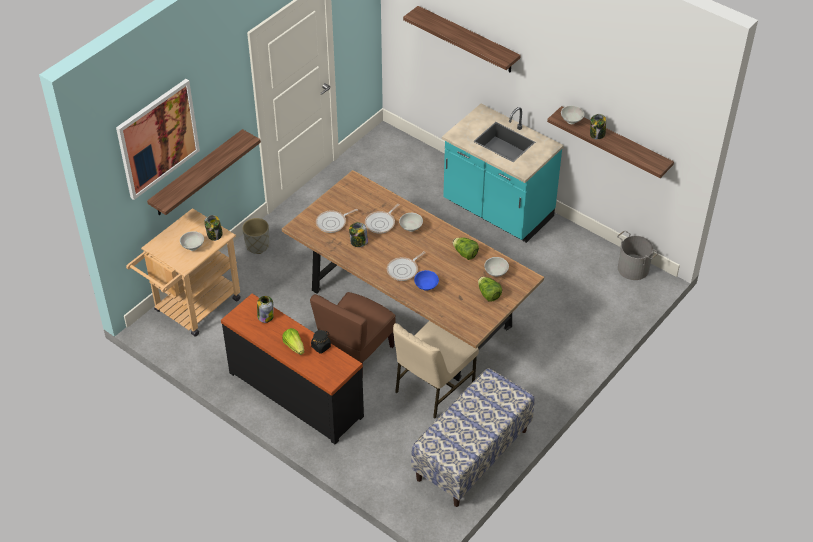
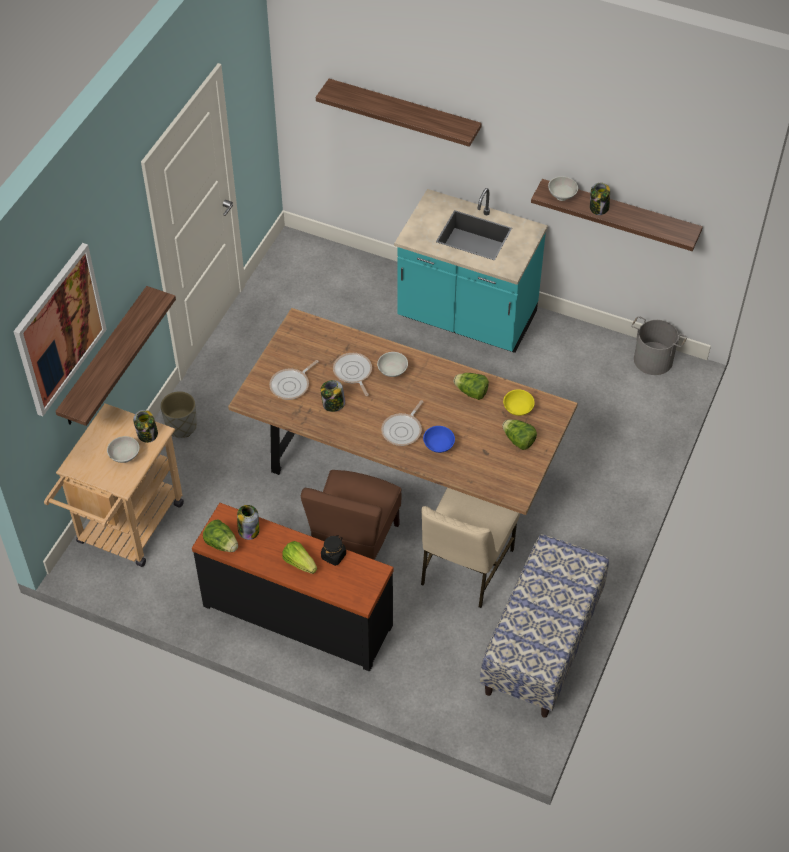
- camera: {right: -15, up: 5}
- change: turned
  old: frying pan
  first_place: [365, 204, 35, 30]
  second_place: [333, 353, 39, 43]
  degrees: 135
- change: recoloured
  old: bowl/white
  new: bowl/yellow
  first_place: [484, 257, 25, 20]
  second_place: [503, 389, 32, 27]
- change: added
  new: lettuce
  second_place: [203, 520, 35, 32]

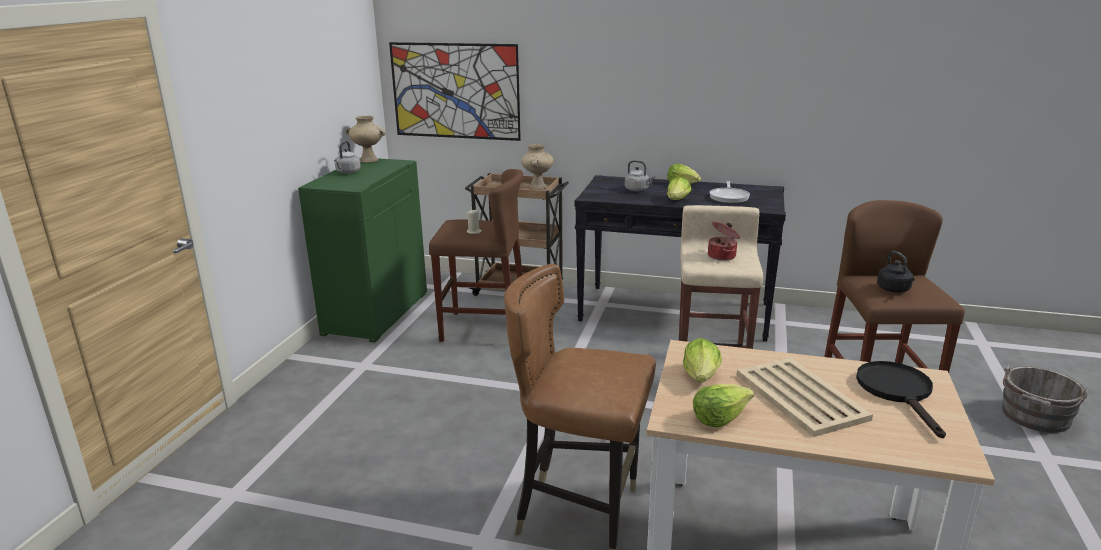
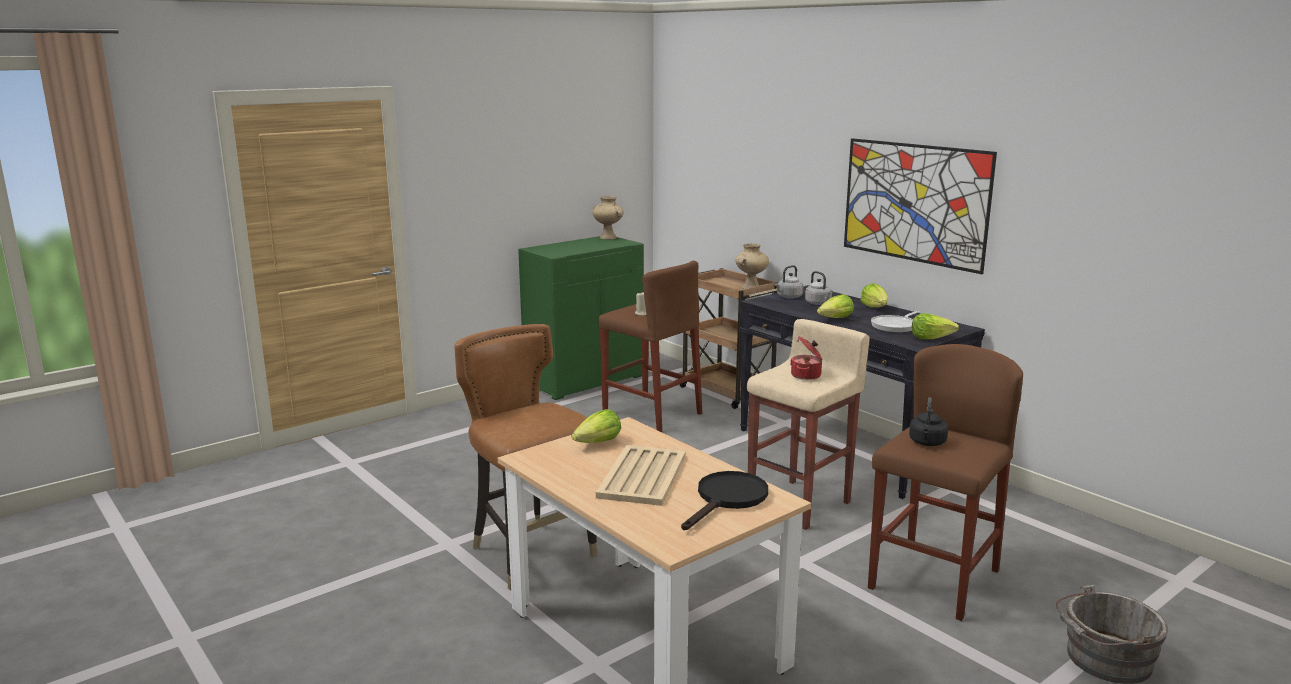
- camera: {right: 35, up: -5}
- change: moved
  old: kettle/grey
  first_place: [334, 141, 27, 33]
  second_place: [775, 265, 28, 34]
- change: moved
  old: picture
  first_place: [389, 42, 132, 99]
  second_place: [844, 138, 153, 136]
- change: moved
  old: lettuce
  first_place: [693, 384, 61, 44]
  second_place: [912, 313, 47, 26]

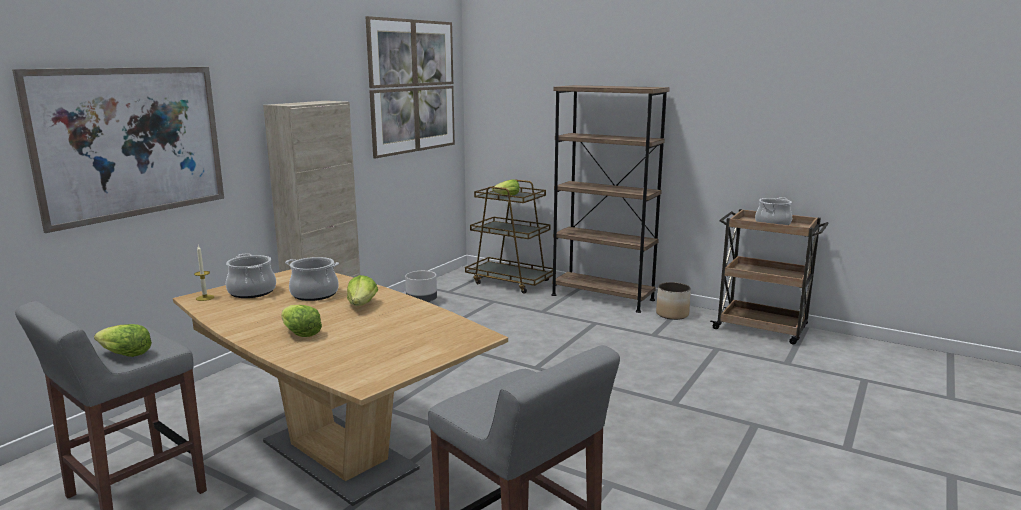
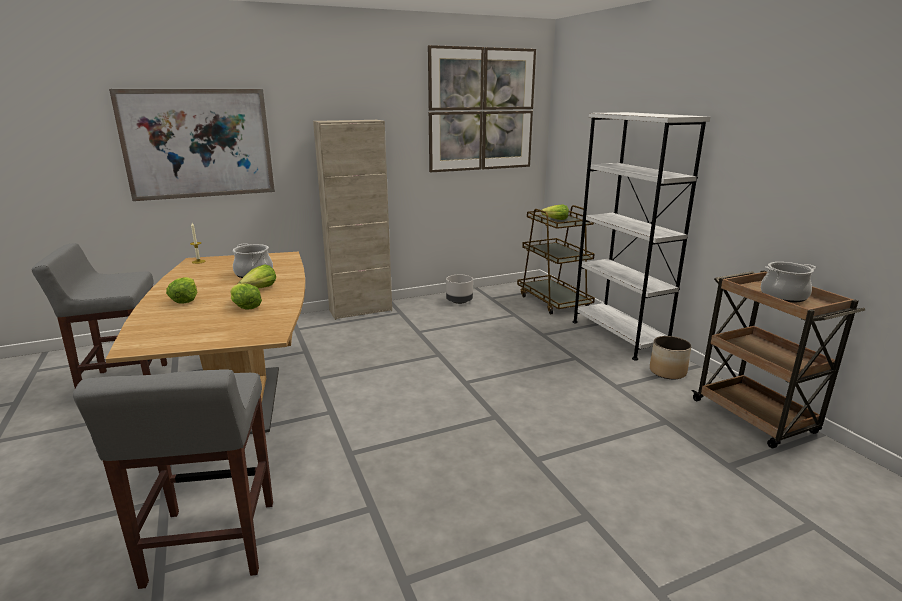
- camera: {right: 35, up: 5}
- change: moved
  old: lettuce
  first_place: [94, 324, 58, 33]
  second_place: [230, 283, 32, 27]
- change: removed
  old: cooking pot
  first_place: [226, 253, 50, 45]
- change: recoloured
  old: bookcase/brown
  new: bookcase/white
  first_place: [551, 85, 119, 228]
  second_place: [573, 112, 137, 249]

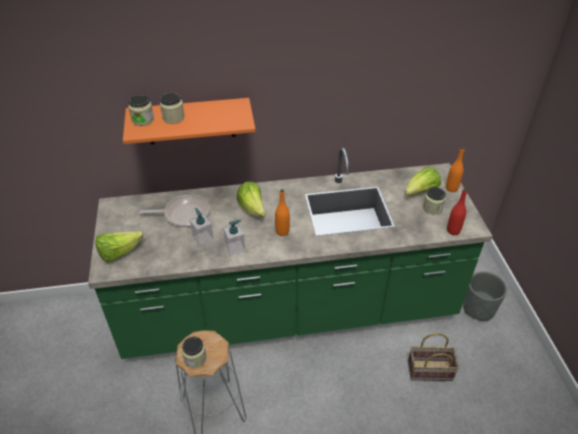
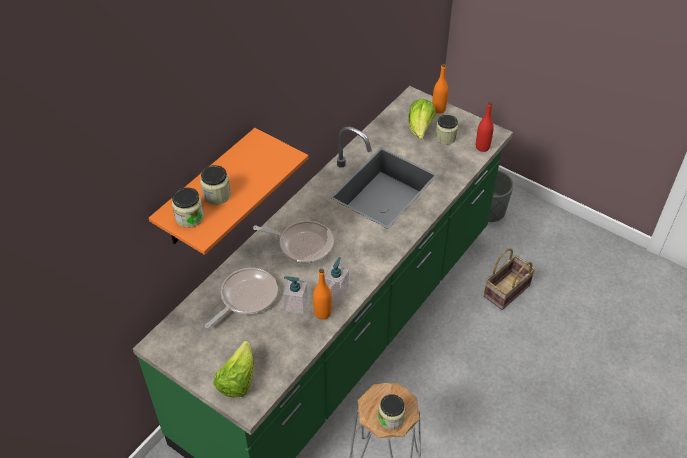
- camera: {right: -45, up: 5}
- change: replaced
  old: lettuce
  new: frying pan
  first_place: [237, 181, 29, 36]
  second_place: [253, 221, 81, 43]
- change: moved
  old: bottle/orange
  first_place: [275, 189, 15, 47]
  second_place: [313, 269, 19, 51]

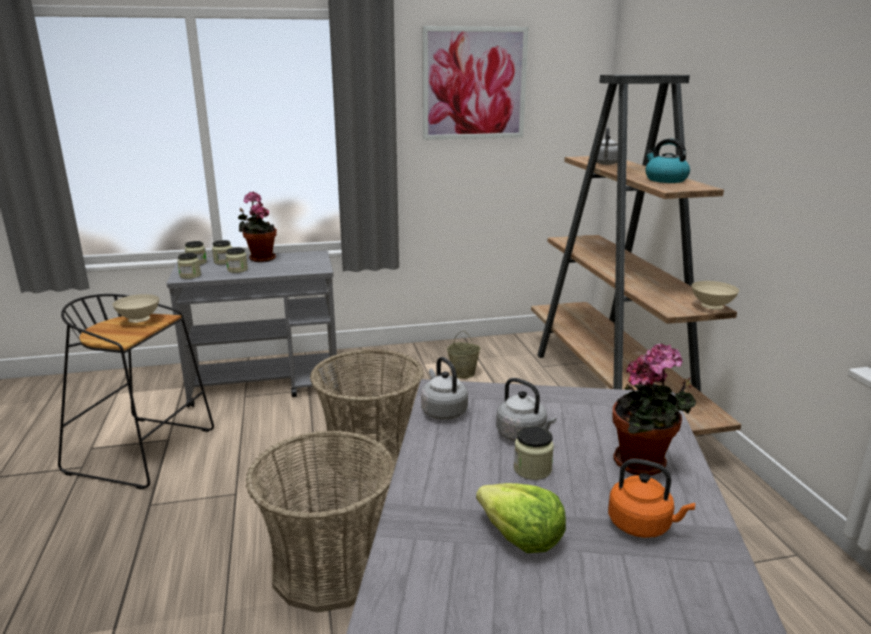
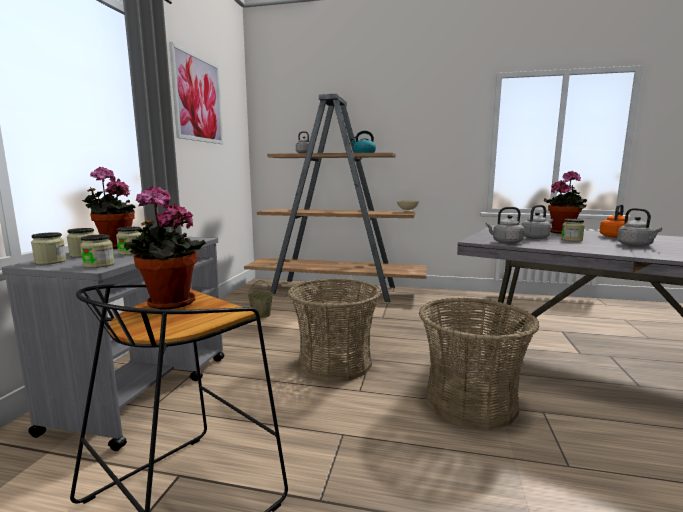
- camera: {right: -65, up: -10}
- change: replaced
  old: bowl/beige
  new: potted plant
  first_place: [112, 294, 47, 29]
  second_place: [124, 186, 82, 124]
- change: replaced
  old: lettuce
  new: kettle/grey
  first_place: [476, 483, 90, 70]
  second_place: [617, 208, 45, 39]

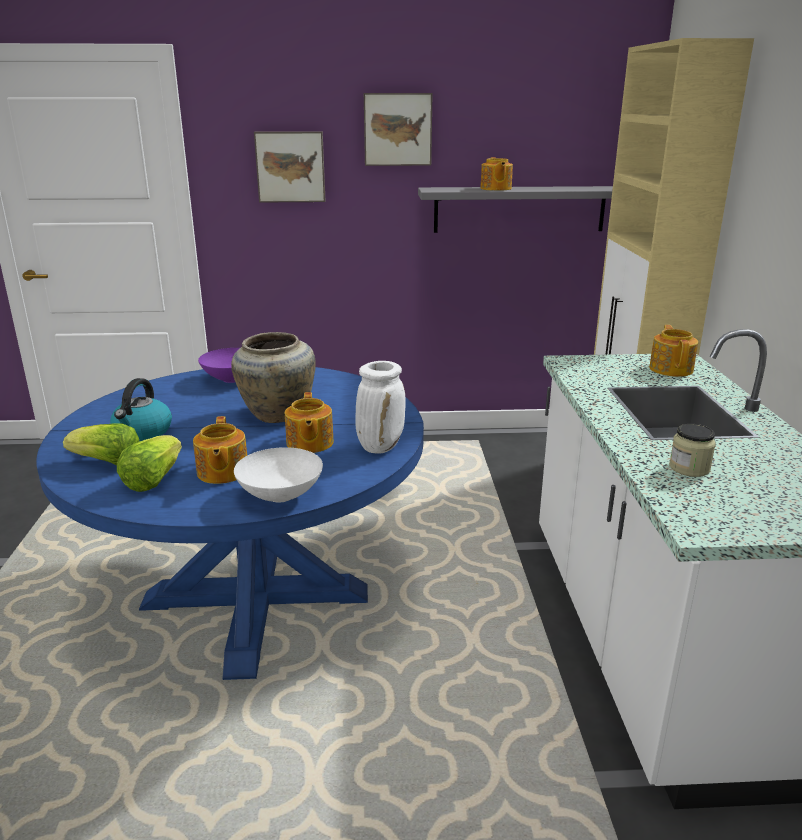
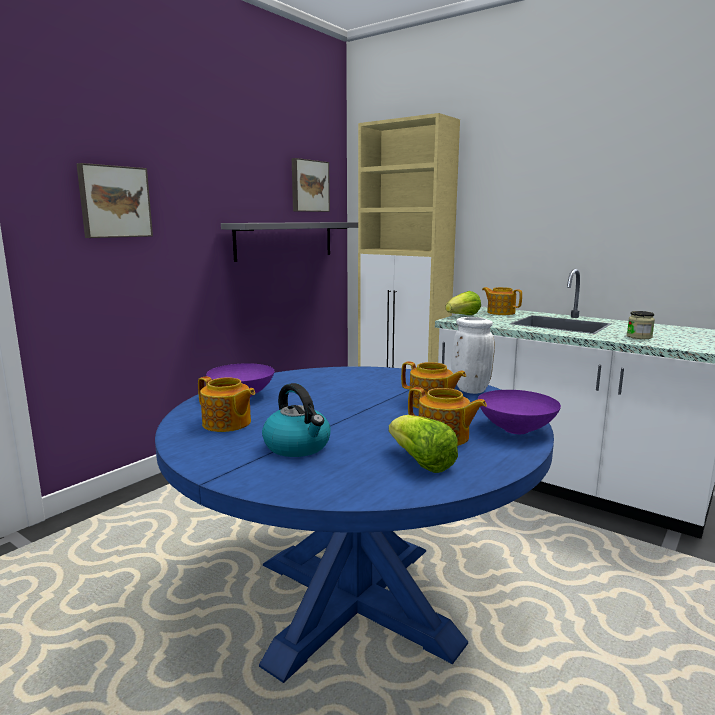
- camera: {right: -50, up: -10}
- change: moved
  old: lettuce
  first_place: [63, 423, 77, 42]
  second_place: [445, 291, 36, 24]
- change: removed
  old: vase/beige
  first_place: [231, 332, 85, 91]
- change: recoloured
  old: bowl/white
  new: bowl/purple
  first_place: [234, 447, 89, 56]
  second_place: [478, 390, 83, 44]
- change: moved
  old: picture
  first_place: [364, 93, 69, 73]
  second_place: [292, 158, 38, 54]
- change: moved
  old: teapot
  first_place: [480, 157, 33, 34]
  second_place: [198, 376, 57, 56]

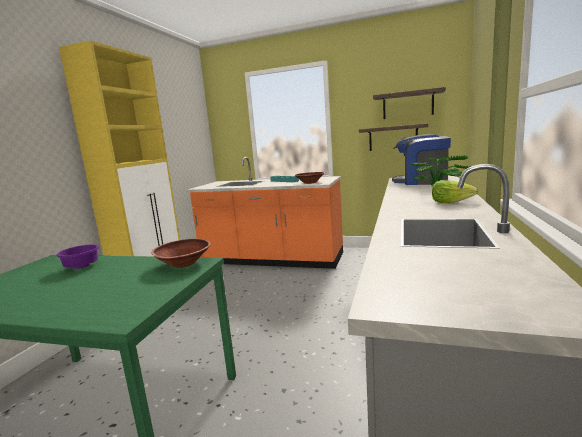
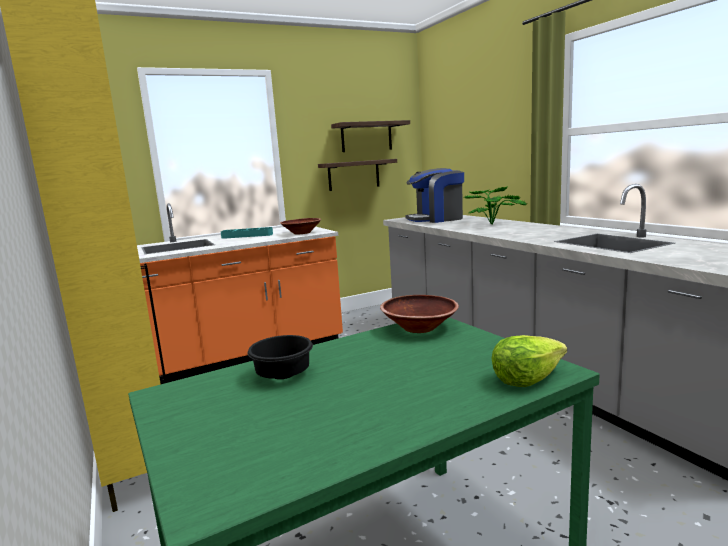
- camera: {right: -45, up: 0}
- change: recoloured
  old: bowl/purple
  new: bowl/black
  first_place: [56, 244, 43, 25]
  second_place: [247, 335, 66, 44]
- change: moved
  old: lettuce
  first_place: [432, 180, 46, 23]
  second_place: [491, 335, 76, 52]

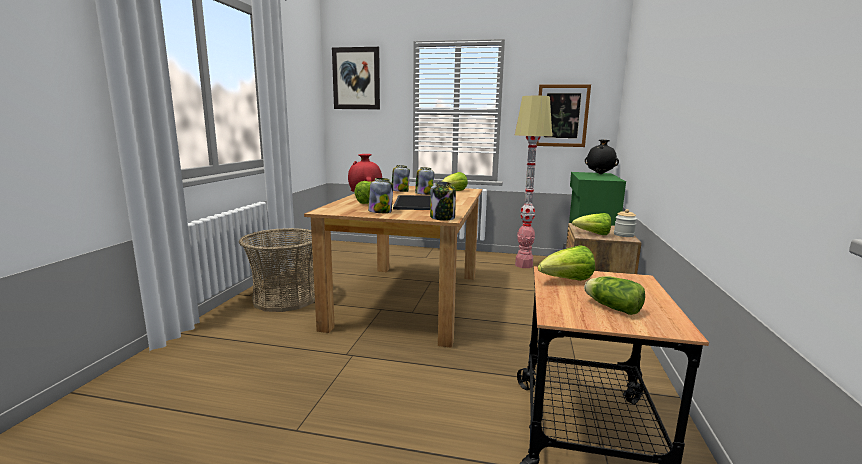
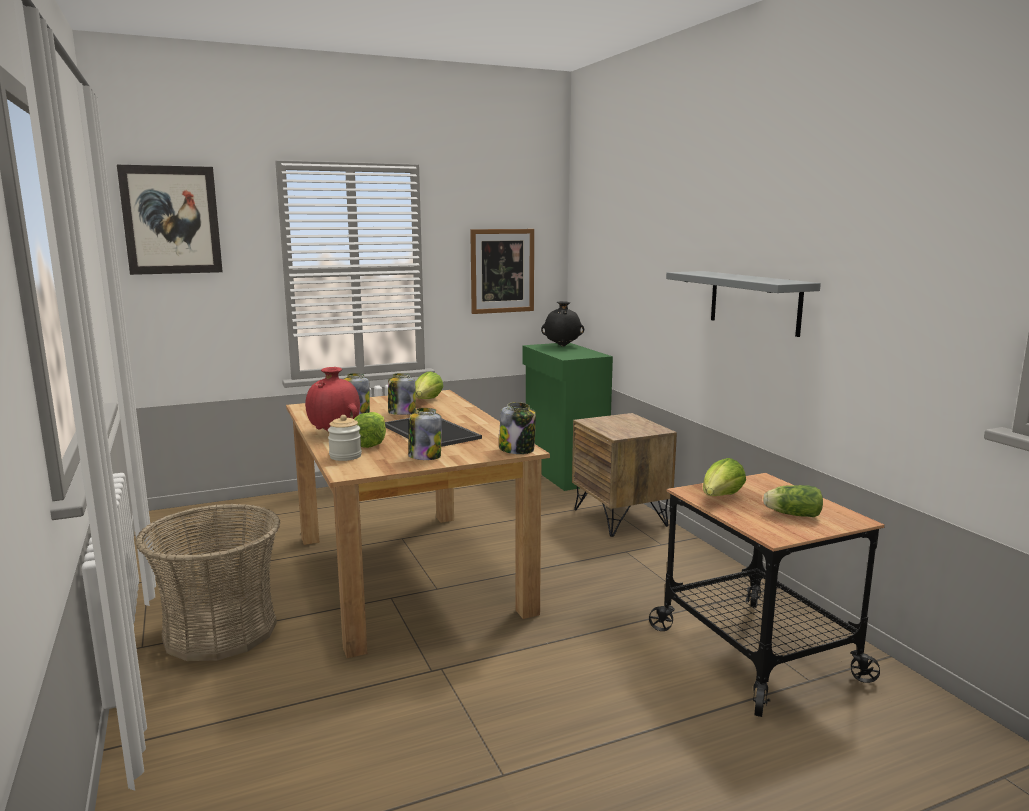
- camera: {right: -35, up: 0}
- change: removed
  old: floor lamp
  first_place: [515, 96, 37, 172]
- change: removed
  old: lettuce
  first_place: [572, 213, 39, 22]
- change: moved
  old: jar
  first_place: [614, 209, 23, 28]
  second_place: [328, 415, 34, 46]
- change: added
  new: shelf/grey
  second_place: [666, 271, 155, 66]

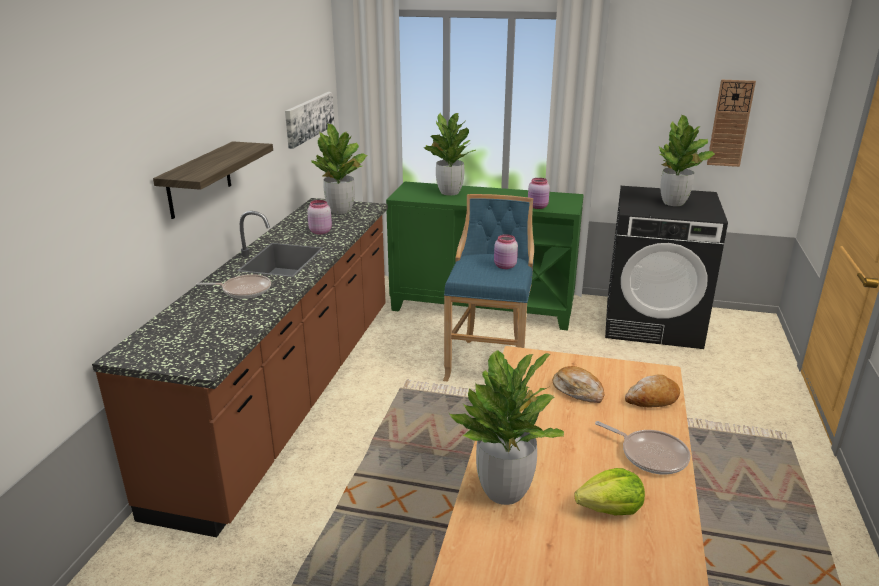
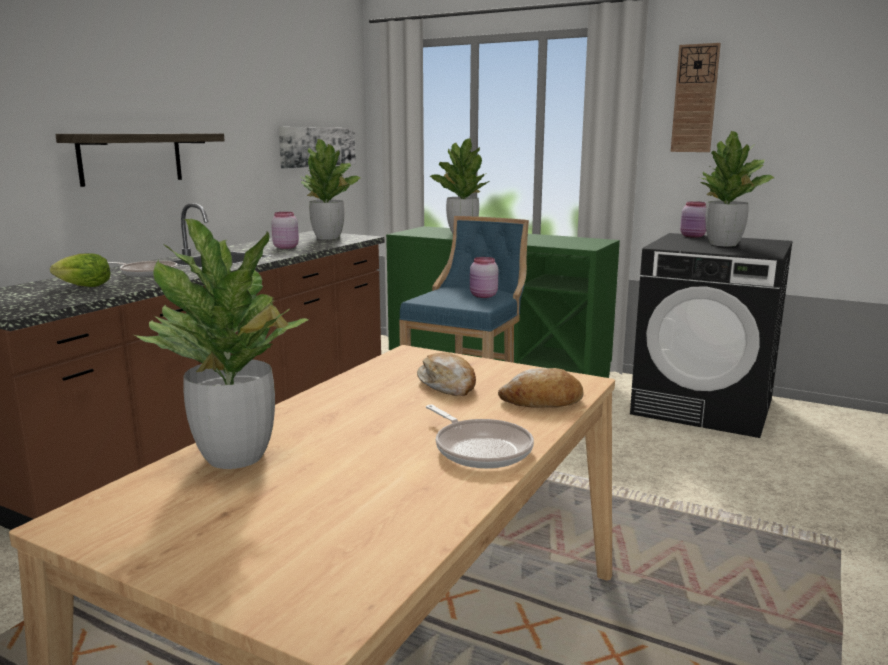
- camera: {right: 15, up: -10}
- change: moved
  old: jar/pink
  first_place: [528, 178, 22, 31]
  second_place: [680, 201, 27, 37]
- change: moved
  old: lettuce
  first_place: [574, 468, 71, 47]
  second_place: [50, 253, 61, 34]
- change: moved
  old: wall clock
  first_place: [707, 80, 49, 87]
  second_place: [671, 43, 50, 109]

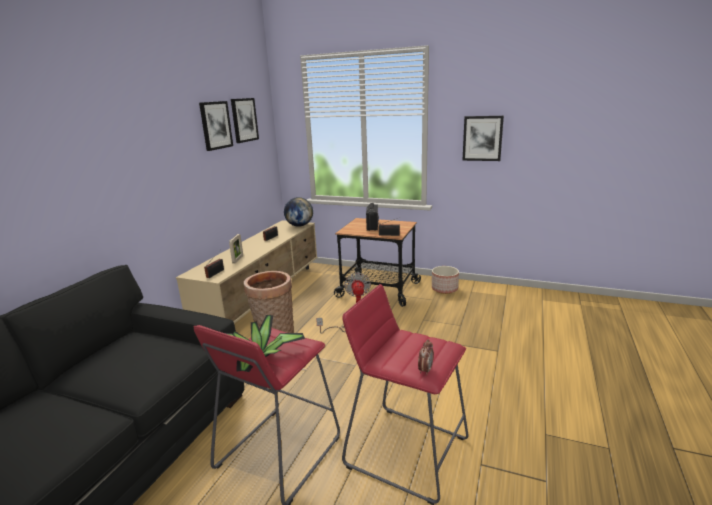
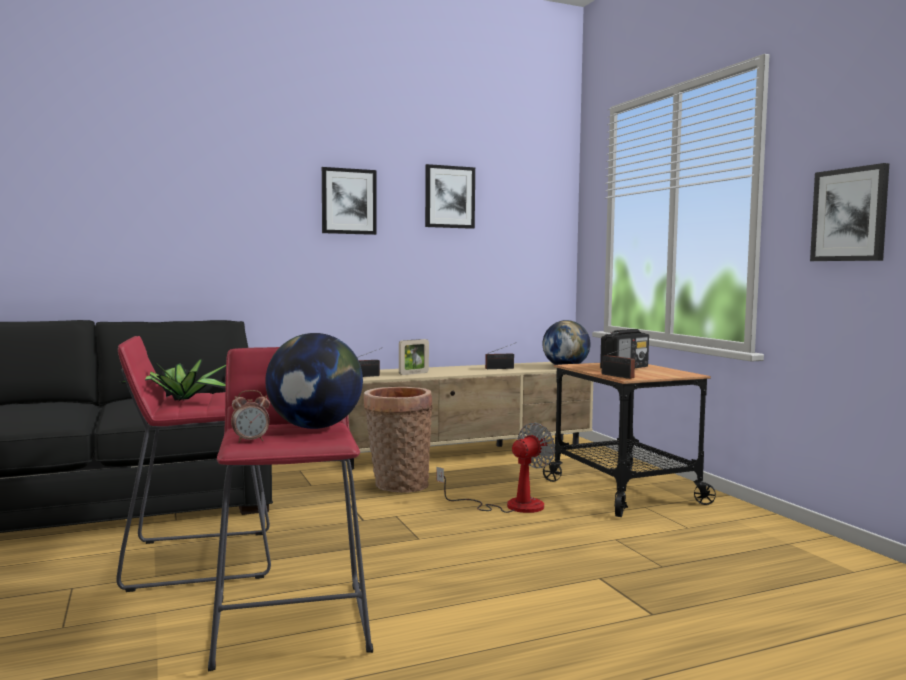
- camera: {right: 45, up: -15}
- change: moved
  old: picture
  first_place: [231, 98, 28, 45]
  second_place: [322, 167, 55, 68]
- change: removed
  old: planter
  first_place: [432, 266, 27, 28]
- change: added
  new: globe
  second_place: [265, 333, 98, 96]

